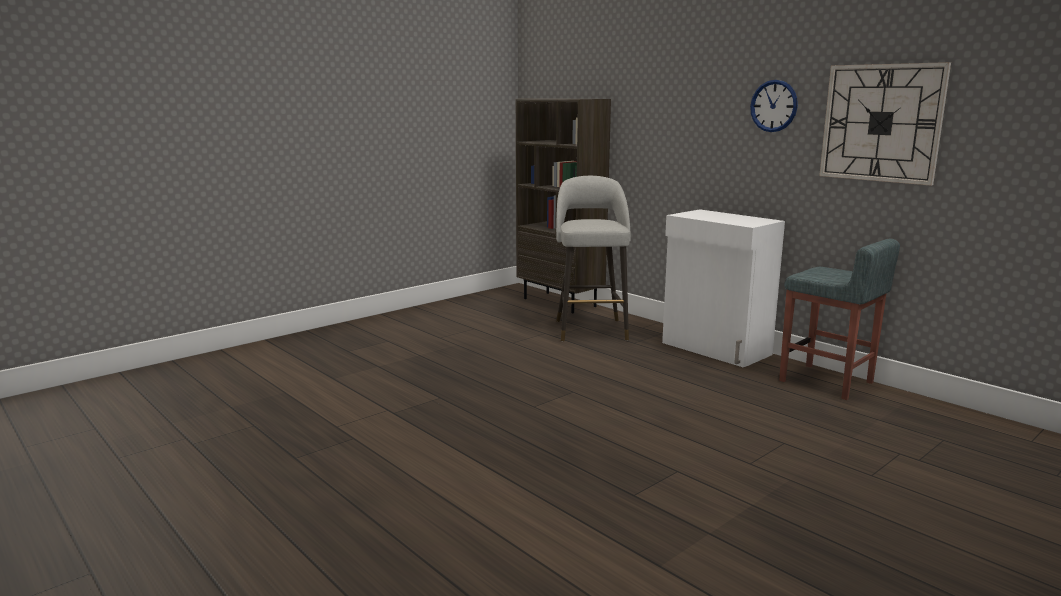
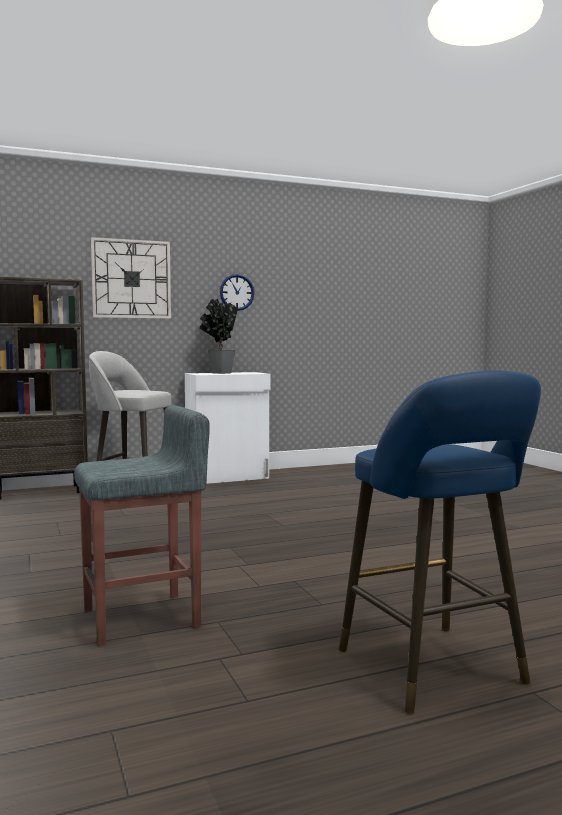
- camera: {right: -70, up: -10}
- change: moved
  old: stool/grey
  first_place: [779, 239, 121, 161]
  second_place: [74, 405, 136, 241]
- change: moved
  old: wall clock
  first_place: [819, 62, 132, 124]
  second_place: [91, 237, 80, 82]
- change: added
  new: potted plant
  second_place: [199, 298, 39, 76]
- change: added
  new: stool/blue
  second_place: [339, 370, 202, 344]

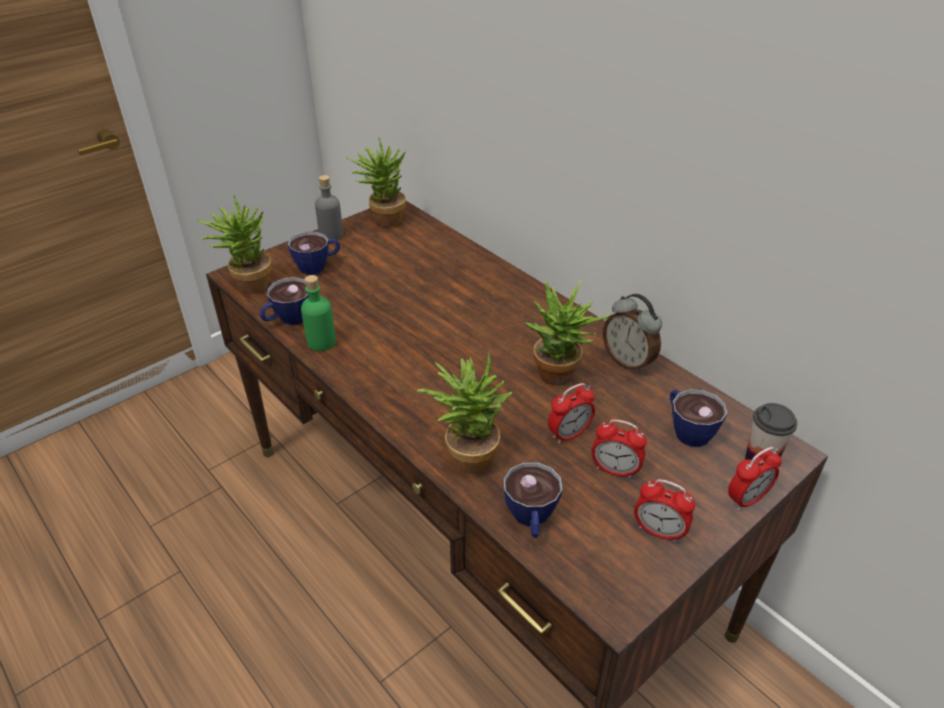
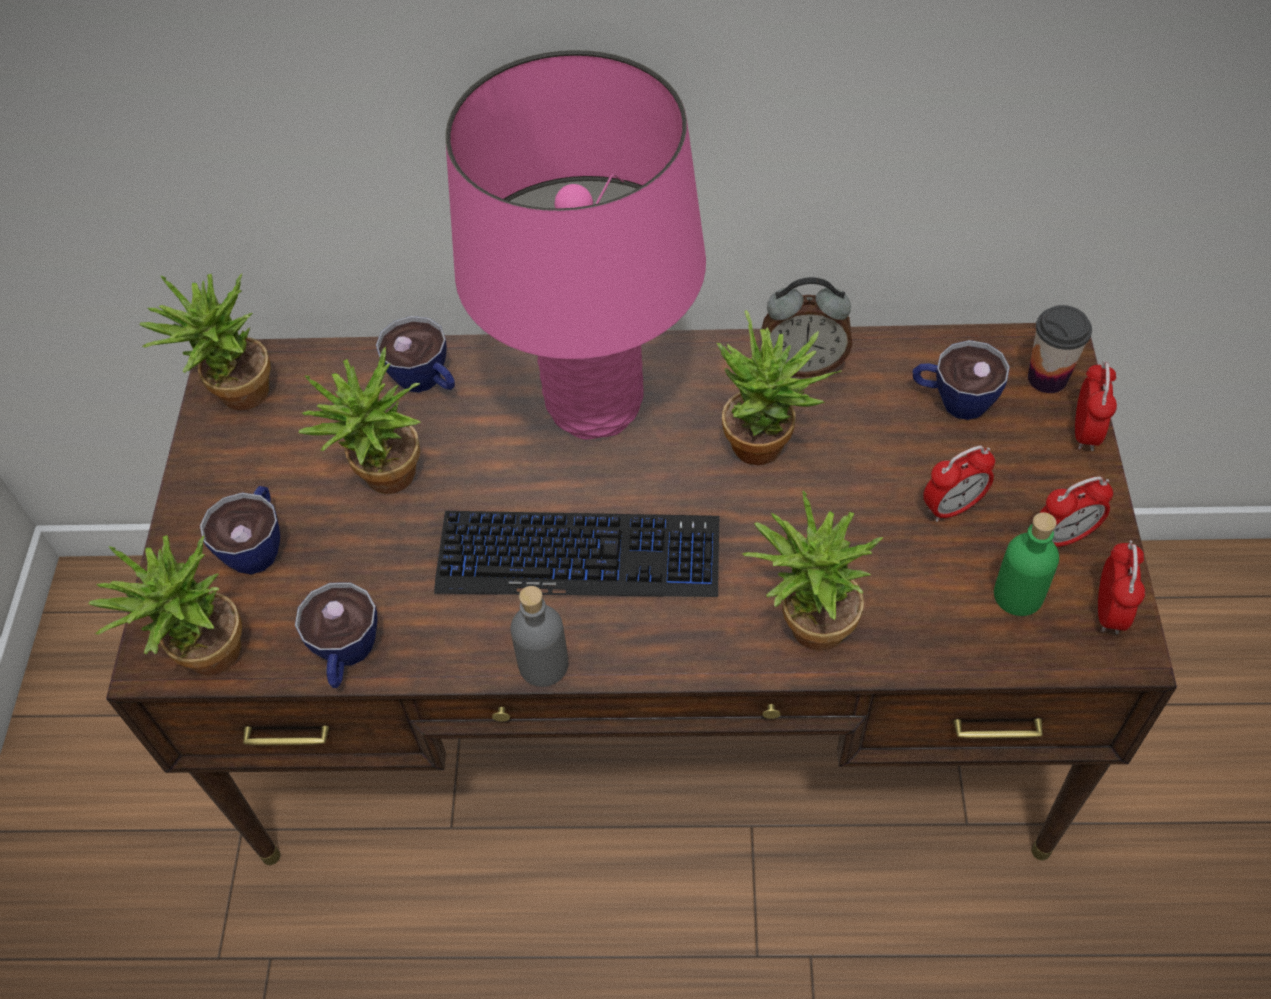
- camera: {right: -45, up: 15}
- change: moved
  old: bottle/green
  first_place: [301, 275, 35, 76]
  second_place: [994, 512, 65, 104]
- change: moved
  old: bottle/grey
  first_place: [315, 175, 28, 65]
  second_place: [510, 586, 58, 101]
- change: moved
  old: cup
  first_place: [504, 462, 59, 76]
  second_place: [376, 316, 79, 77]
- change: moved
  old: alarm clock
  first_place: [548, 383, 47, 61]
  second_place: [1098, 540, 47, 94]
- change: added
  new: potted plant
  second_place: [299, 346, 122, 148]
- change: added
  new: keyboard
  second_place: [434, 511, 285, 86]
- change: added
  new: table lamp/pink
  second_place: [446, 50, 260, 390]

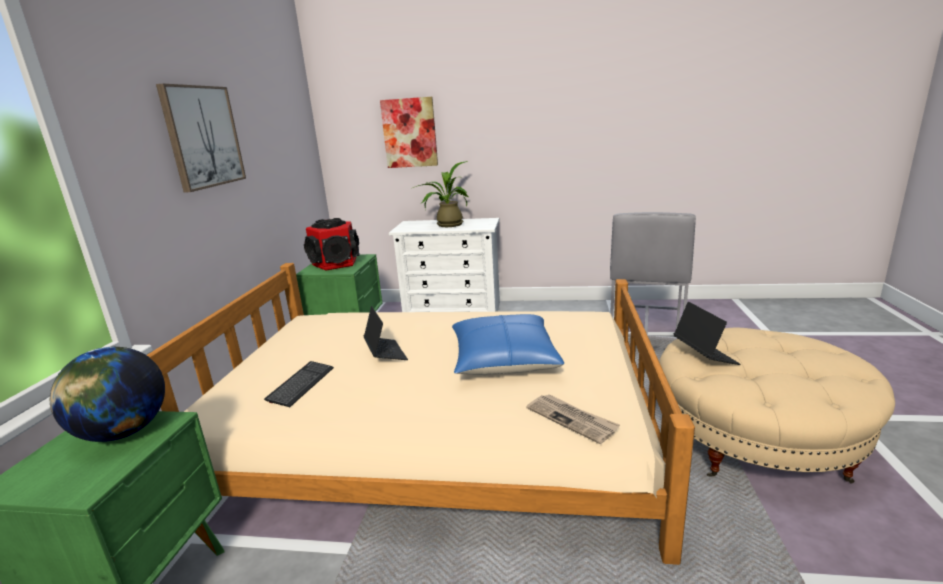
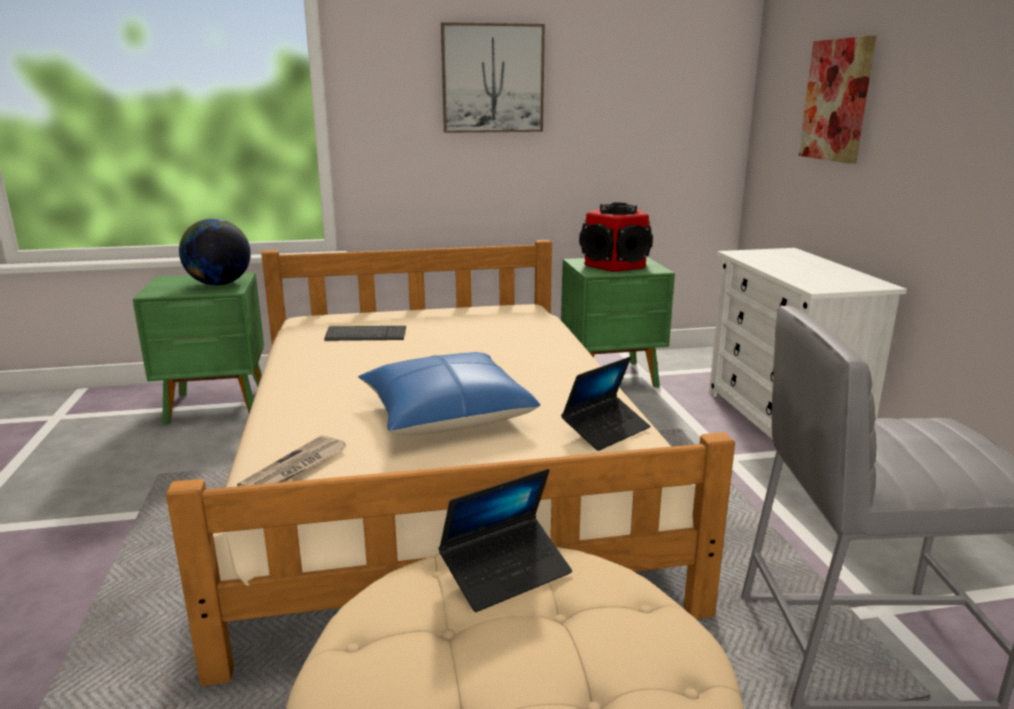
- camera: {right: 70, up: 0}
- change: moved
  old: laptop
  first_place: [363, 306, 45, 54]
  second_place: [561, 357, 89, 94]
- change: removed
  old: potted plant
  first_place: [413, 161, 55, 66]

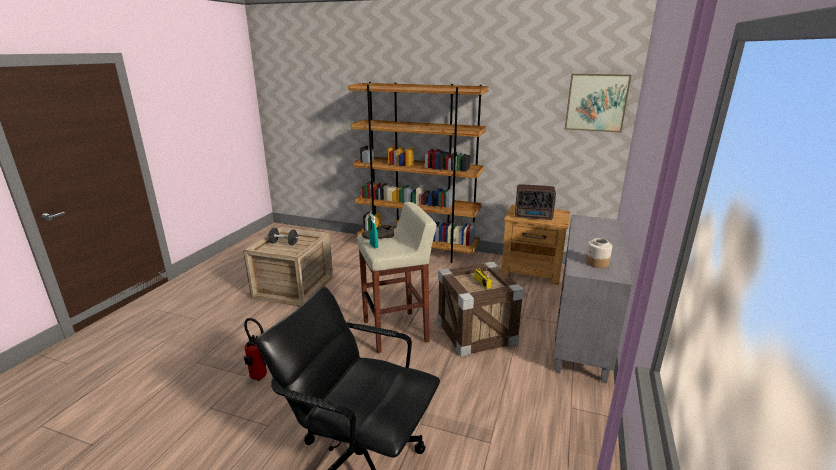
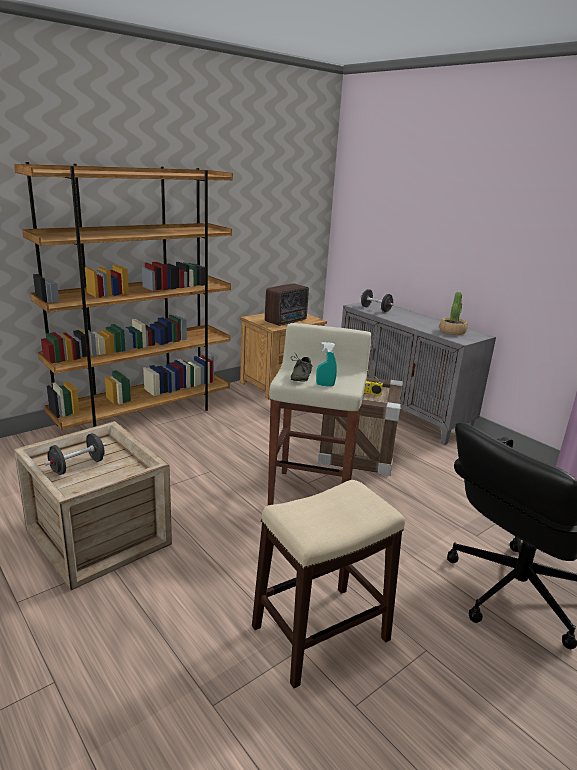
- camera: {right: -60, up: 0}
- change: replaced
  old: fire extinguisher
  new: stool
  first_place: [244, 318, 23, 63]
  second_place: [252, 480, 153, 208]
- change: removed
  old: picture
  first_place: [565, 74, 66, 58]
- change: replaced
  old: jar
  new: potted plant
  first_place: [585, 238, 27, 30]
  second_place: [439, 292, 29, 43]
- change: added
  new: dumbbell/black
  second_place: [360, 289, 34, 23]

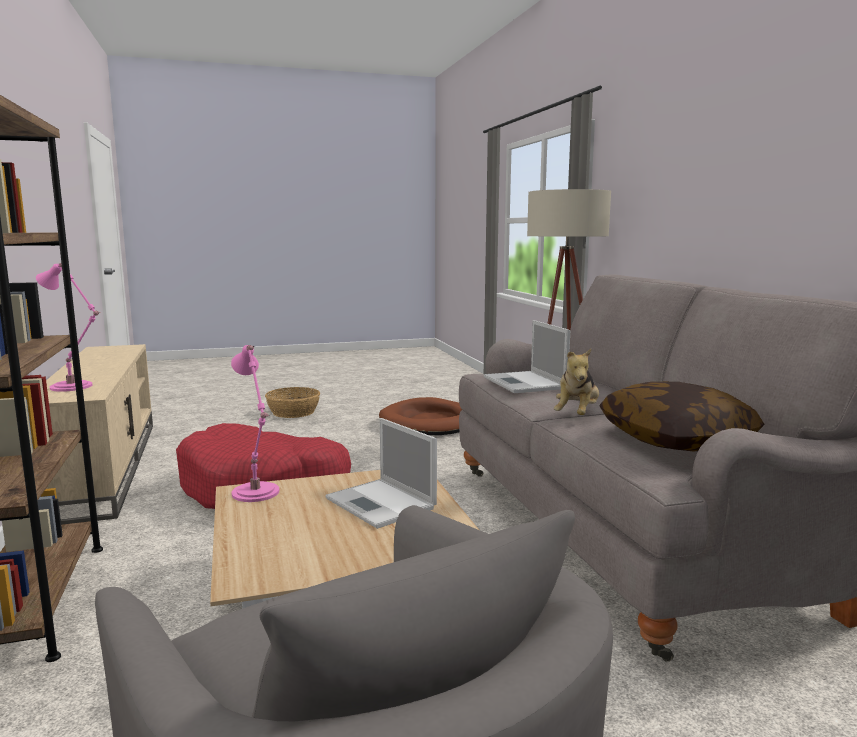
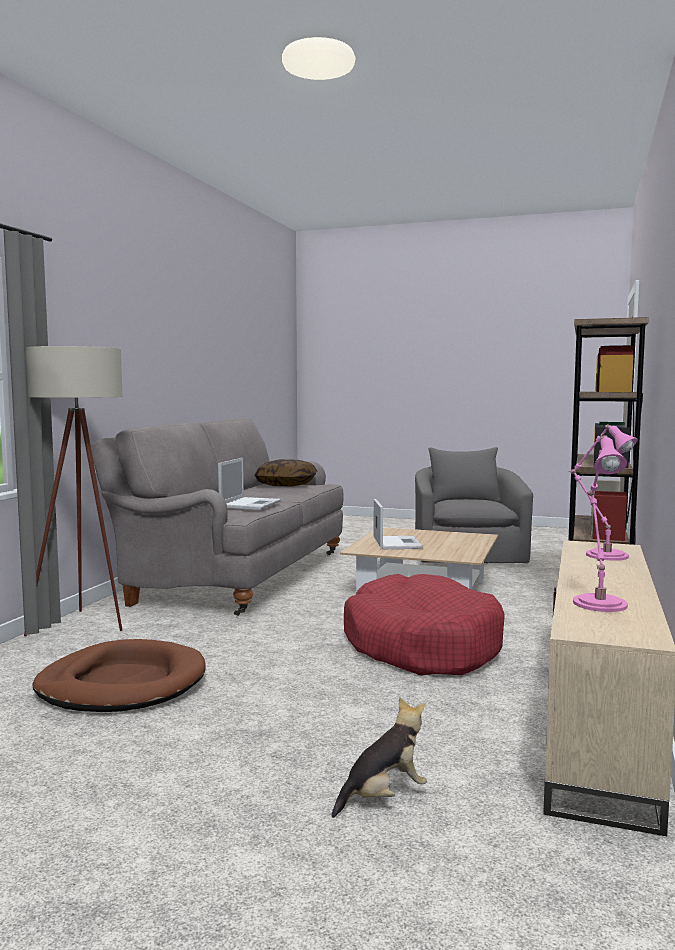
- camera: {right: -145, up: -5}
- change: moved
  old: table lamp/pink
  first_place: [231, 345, 48, 157]
  second_place: [573, 435, 55, 177]
- change: removed
  old: basket
  first_place: [265, 387, 55, 31]
- change: moved
  old: plush toy
  first_place: [554, 349, 45, 66]
  second_place: [332, 697, 95, 121]

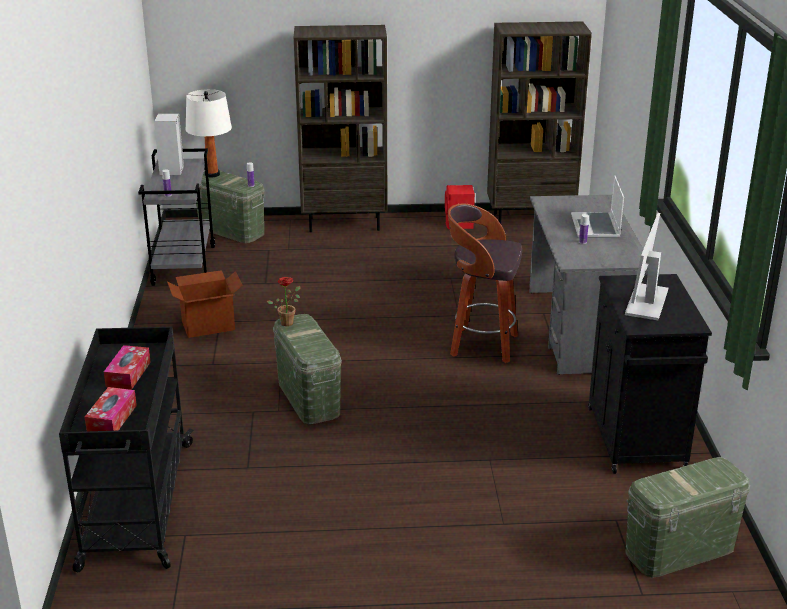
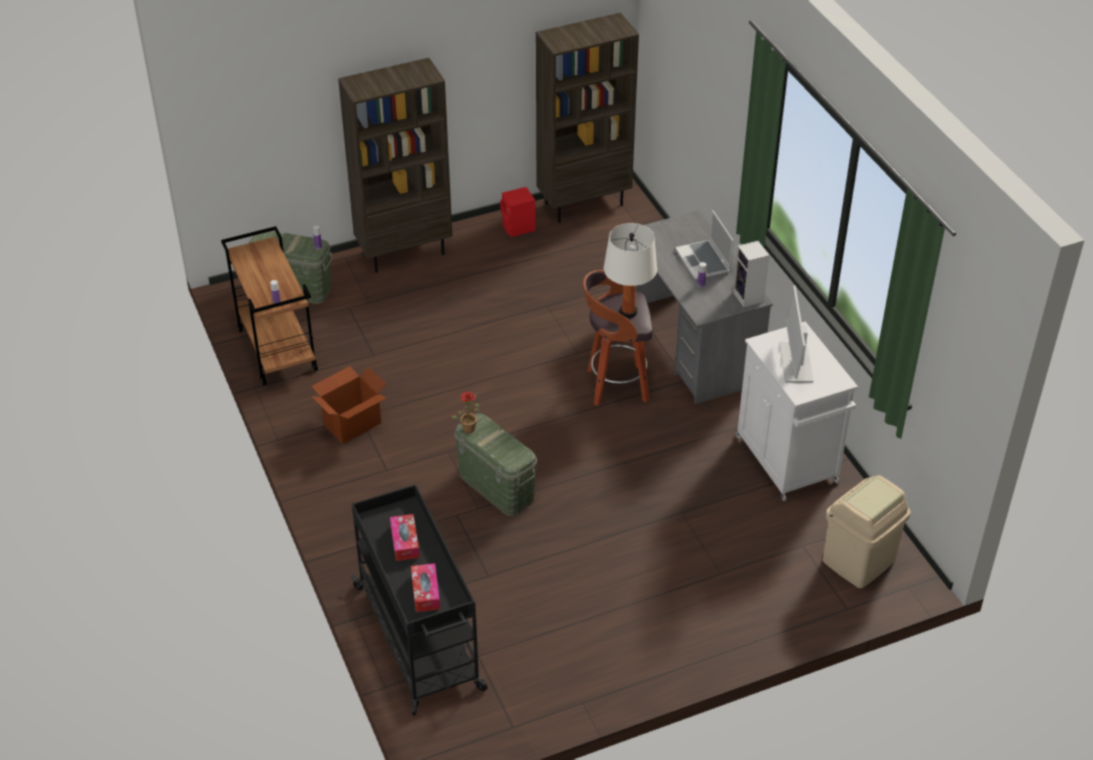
- camera: {right: -20, up: 15}
- change: recoloured
  old: cart/grey
  new: cart/brown
  first_place: [138, 148, 77, 138]
  second_place: [221, 226, 97, 160]
- change: moved
  old: speaker
  first_place: [154, 114, 30, 61]
  second_place: [733, 241, 36, 66]
- change: moved
  old: table lamp/white
  first_place: [186, 89, 46, 88]
  second_place: [604, 223, 53, 95]
- change: recoloured
  old: cabinet/black
  new: cabinet/white
  first_place: [588, 274, 124, 200]
  second_place: [736, 322, 122, 179]
- change: replaced
  old: storage box/green
  new: trash can/beige
  first_place: [625, 457, 125, 121]
  second_place: [823, 475, 88, 113]

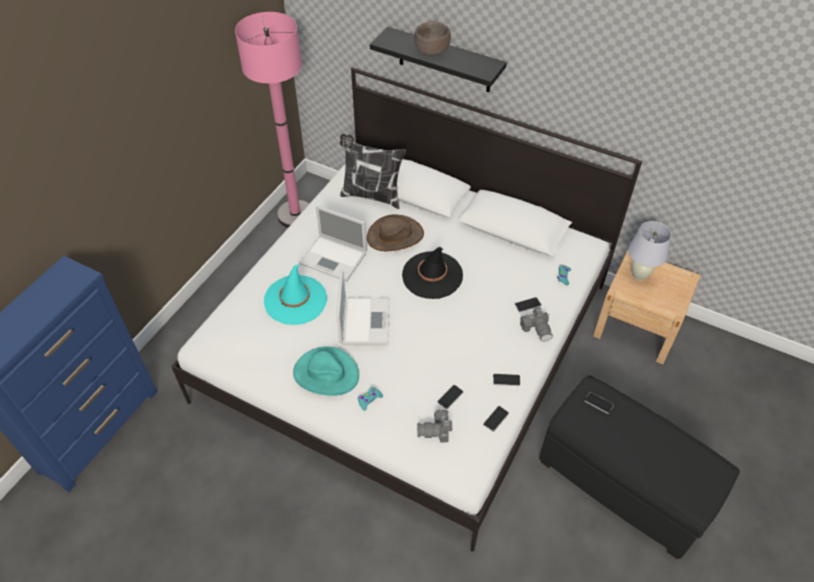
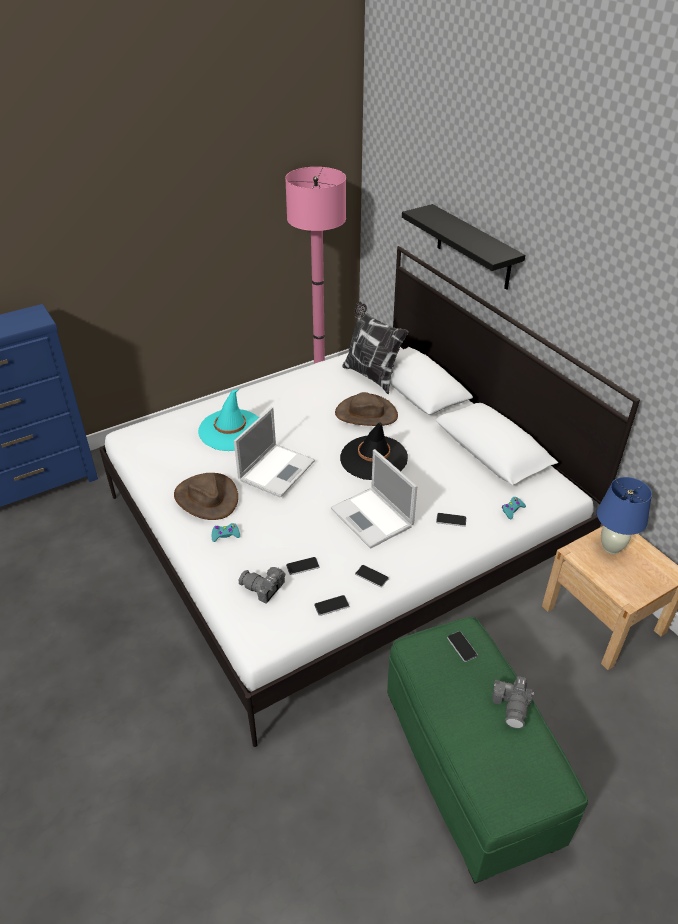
- camera: {right: 30, up: -10}
- change: recoloured
  old: hat/turquoise
  new: hat/brown
  first_place: [293, 346, 66, 50]
  second_place: [174, 473, 64, 47]
- change: moved
  old: laptop
  first_place: [299, 205, 68, 77]
  second_place: [331, 449, 86, 100]
- change: removed
  old: bowl/brown
  first_place: [414, 21, 37, 35]
- change: moved
  old: photo camera
  first_place: [520, 307, 33, 35]
  second_place: [492, 676, 42, 53]
- change: recoloured
  old: ottoman/black
  new: ottoman/green
  first_place: [539, 375, 201, 184]
  second_place: [387, 617, 201, 267]
- change: recoloured
  old: table lamp/white
  new: table lamp/blue
  first_place: [628, 221, 43, 60]
  second_place: [597, 477, 55, 77]

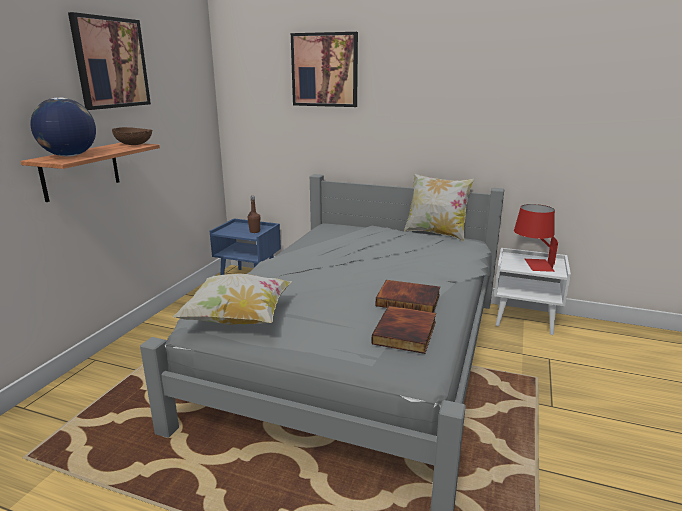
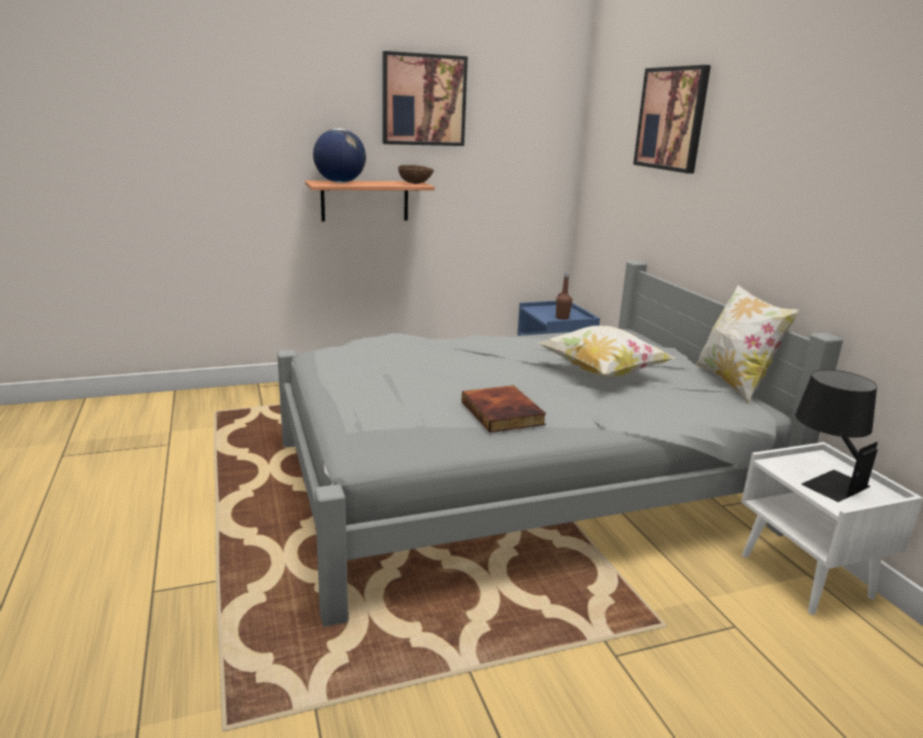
- camera: {right: 50, up: 0}
- change: moved
  old: pillow
  first_place: [172, 273, 120, 52]
  second_place: [539, 326, 136, 51]
- change: removed
  old: book
  first_place: [371, 306, 65, 48]
- change: recoloured
  old: table lamp/red
  new: table lamp/black
  first_place: [514, 204, 44, 68]
  second_place: [795, 370, 83, 132]

